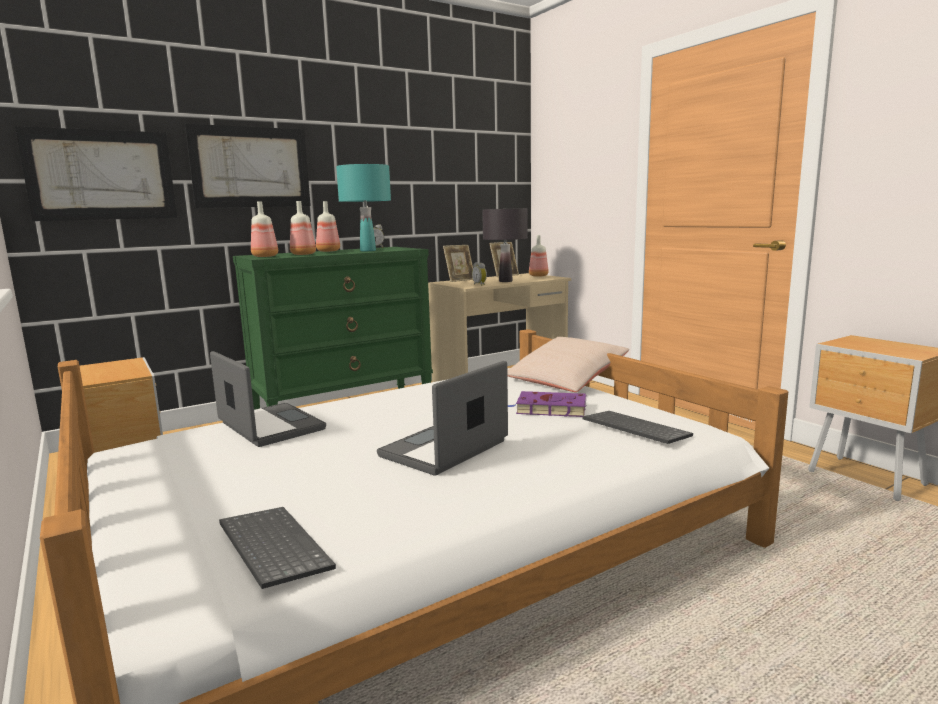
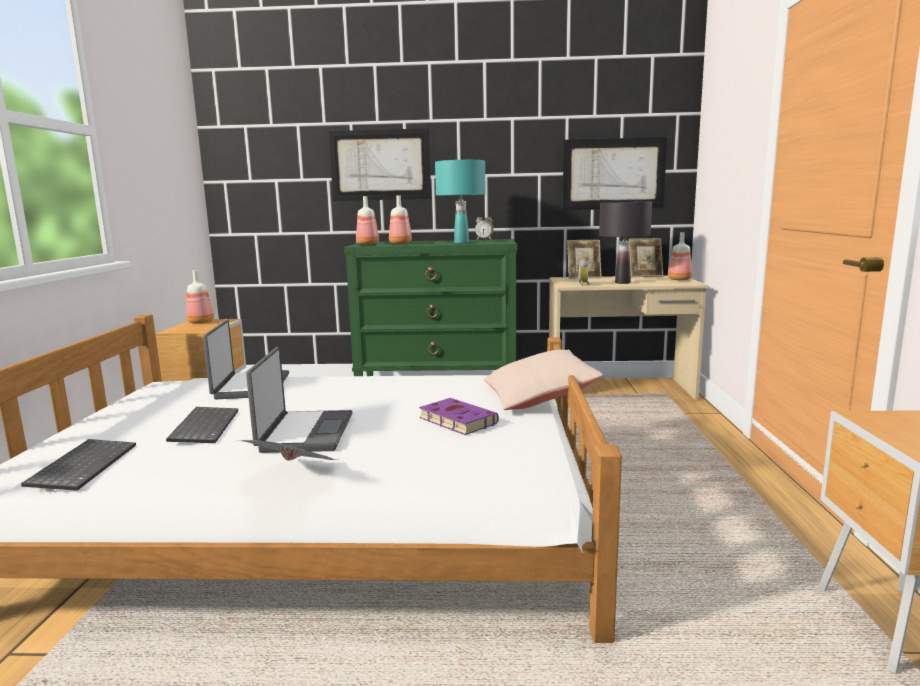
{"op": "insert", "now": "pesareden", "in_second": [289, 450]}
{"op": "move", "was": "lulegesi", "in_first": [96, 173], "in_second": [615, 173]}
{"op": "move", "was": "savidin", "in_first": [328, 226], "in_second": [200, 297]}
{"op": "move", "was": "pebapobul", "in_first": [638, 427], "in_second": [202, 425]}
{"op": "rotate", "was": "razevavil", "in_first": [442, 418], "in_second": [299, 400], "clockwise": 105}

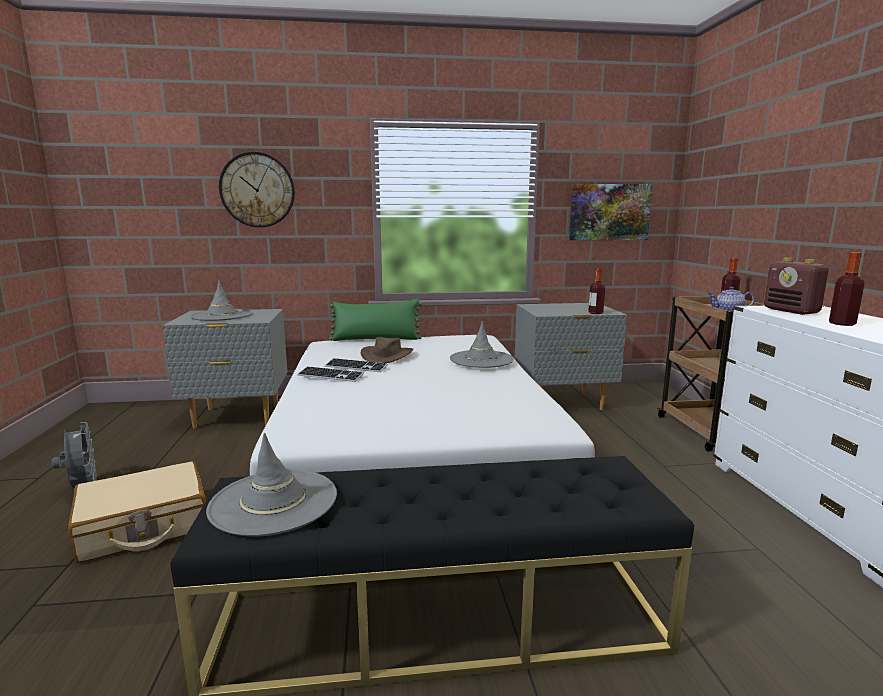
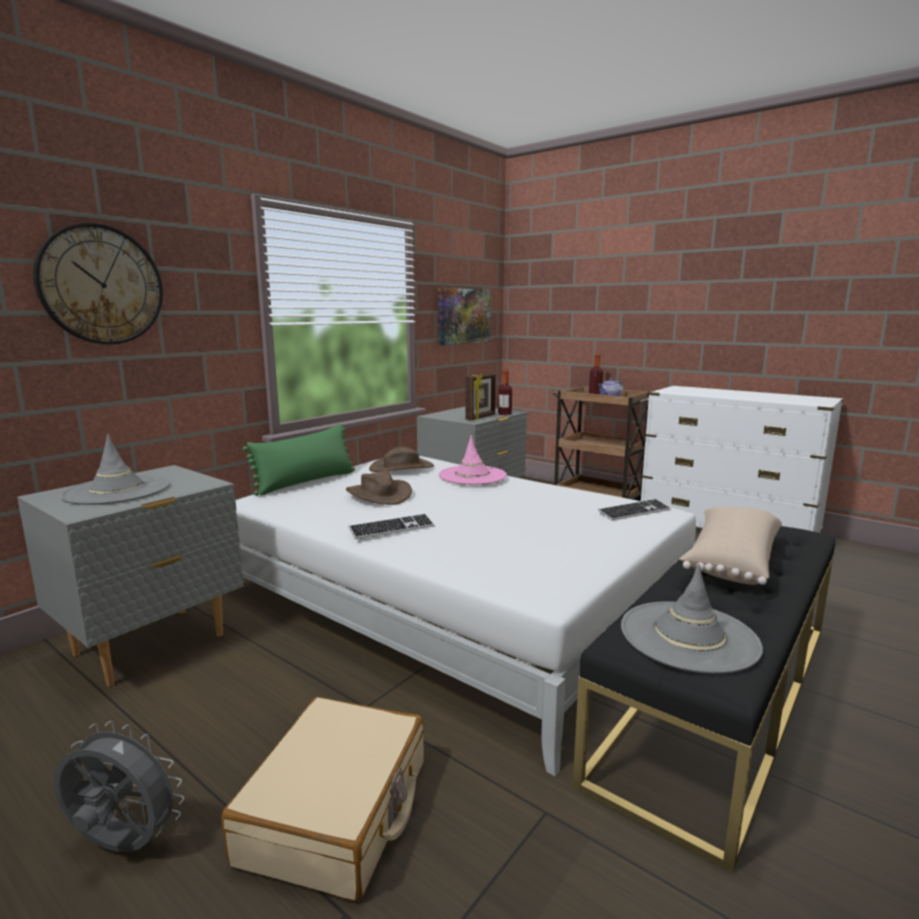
{"op": "delete", "was": "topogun", "in_first": [796, 286]}
{"op": "delete", "was": "savidin", "in_first": [846, 289]}
{"op": "insert", "now": "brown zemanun", "in_second": [401, 459]}
{"op": "insert", "now": "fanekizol", "in_second": [480, 396]}
{"op": "insert", "now": "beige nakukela", "in_second": [730, 546]}
{"op": "move", "was": "pebapobul", "in_first": [356, 365], "in_second": [634, 510]}
{"op": "recolor", "was": "grey zemanun", "now": "pink zemanun", "in_first": [482, 344], "in_second": [473, 460]}

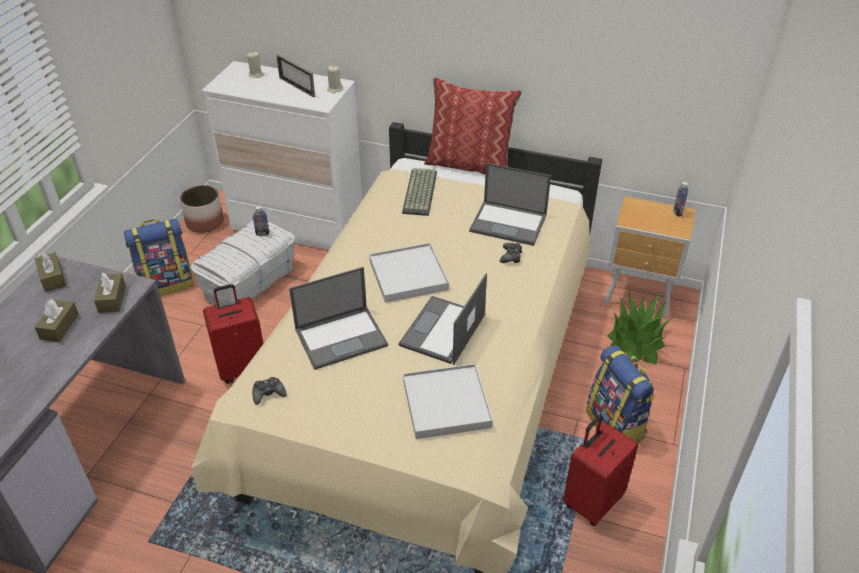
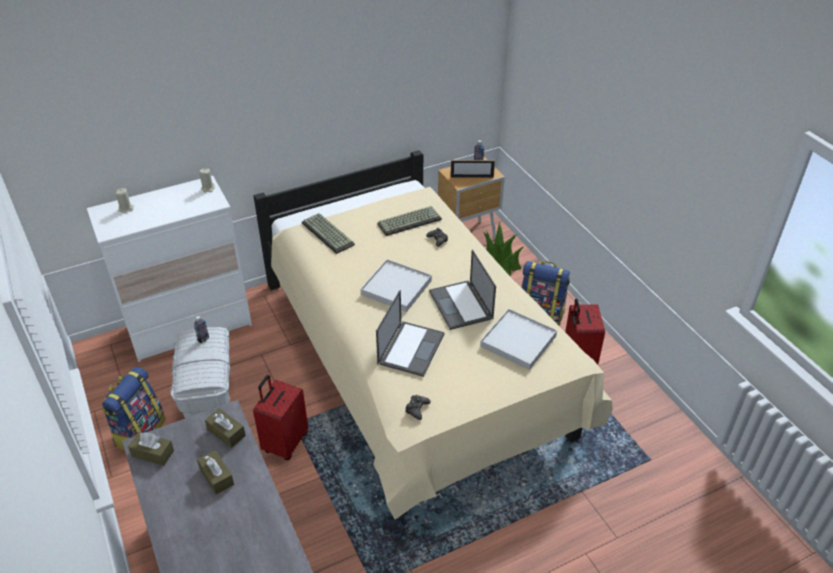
{"op": "delete", "was": "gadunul", "in_first": [202, 209]}
{"op": "delete", "was": "nakukela", "in_first": [473, 125]}
{"op": "move", "was": "fanekizol", "in_first": [295, 76], "in_second": [472, 169]}
{"op": "replace", "was": "razevavil", "now": "pebapobul", "in_first": [510, 204], "in_second": [409, 221]}

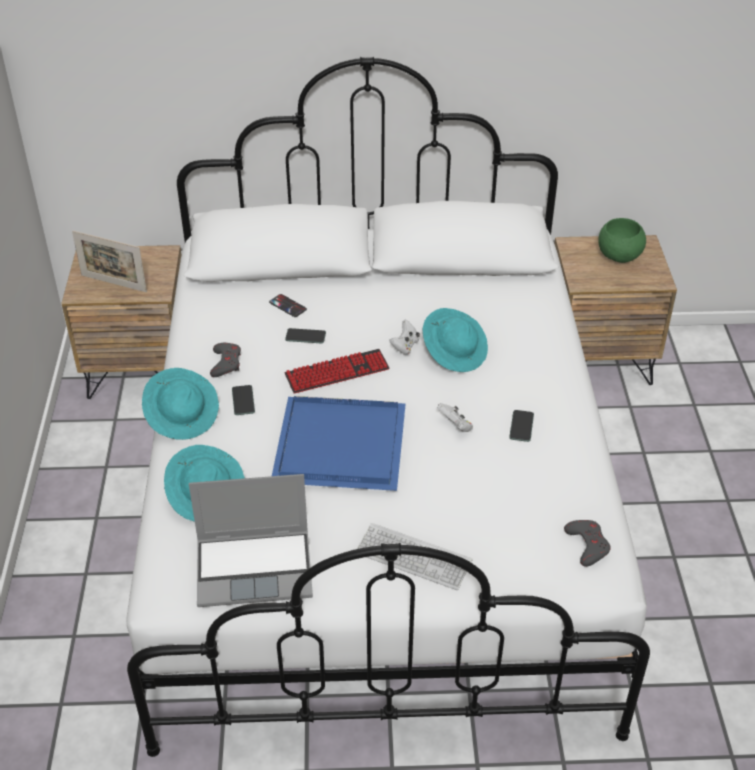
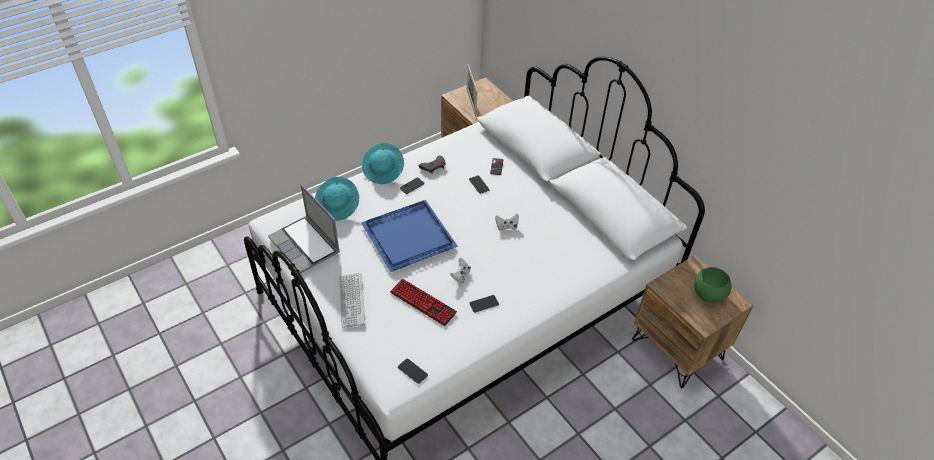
{"op": "delete", "was": "turquoise zemanun", "in_first": [455, 340]}
{"op": "move", "was": "pebapobul", "in_first": [337, 371], "in_second": [423, 302]}
{"op": "replace", "was": "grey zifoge", "now": "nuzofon", "in_first": [587, 543], "in_second": [413, 371]}

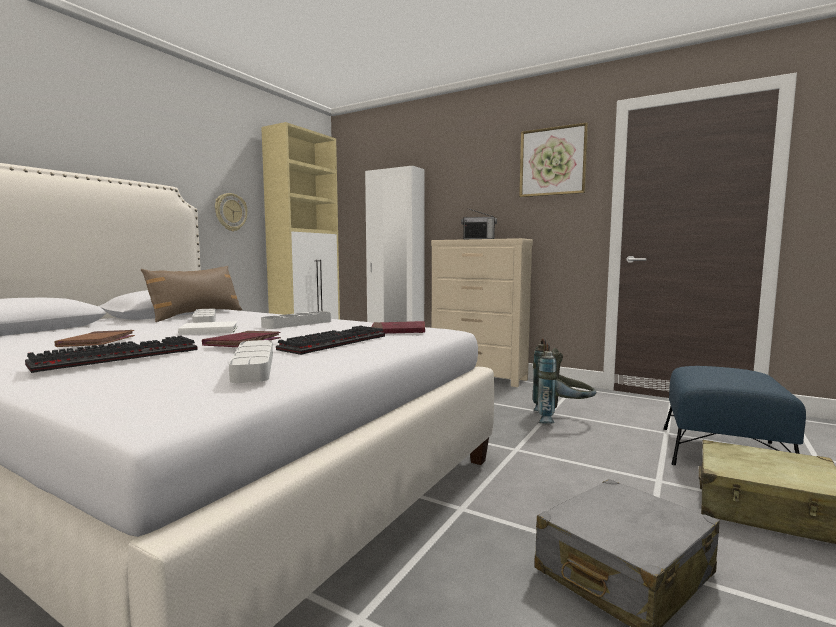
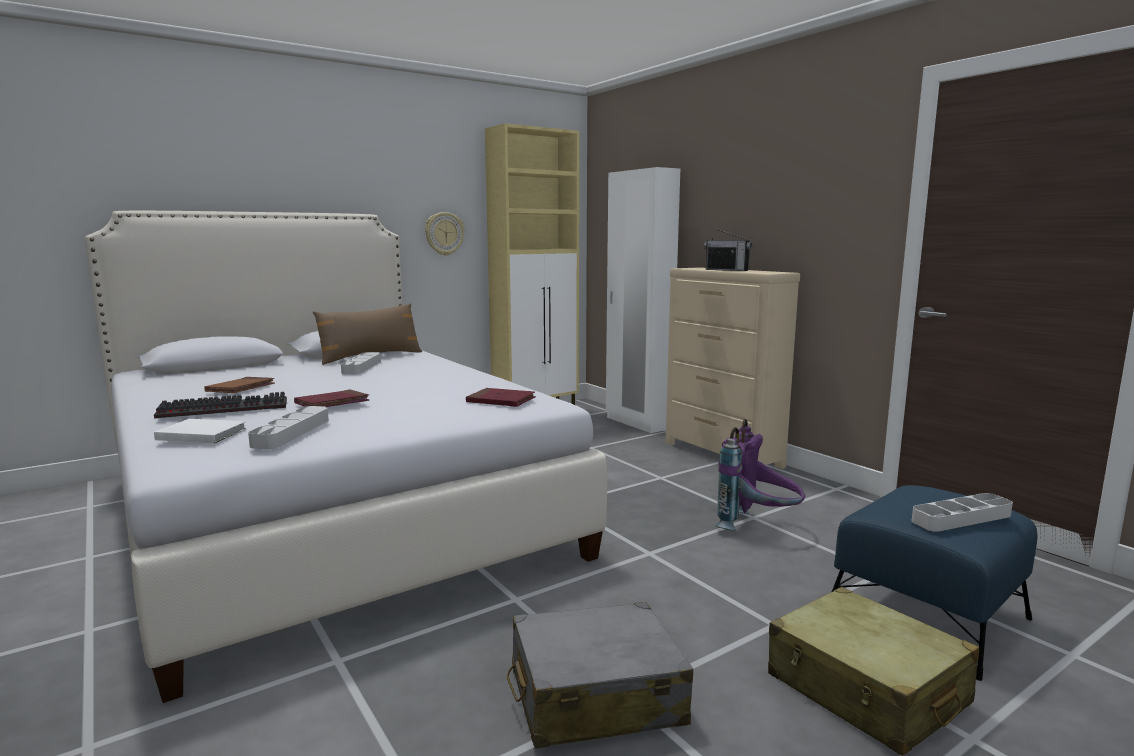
{"op": "delete", "was": "pebapobul", "in_first": [330, 340]}
{"op": "delete", "was": "lulegesi", "in_first": [553, 160]}
{"op": "move", "was": "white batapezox", "in_first": [207, 328], "in_second": [200, 431]}
{"op": "move", "was": "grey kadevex", "in_first": [296, 320], "in_second": [962, 512]}
{"op": "recolor", "was": "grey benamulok", "now": "purple benamulok", "in_first": [564, 381], "in_second": [760, 475]}

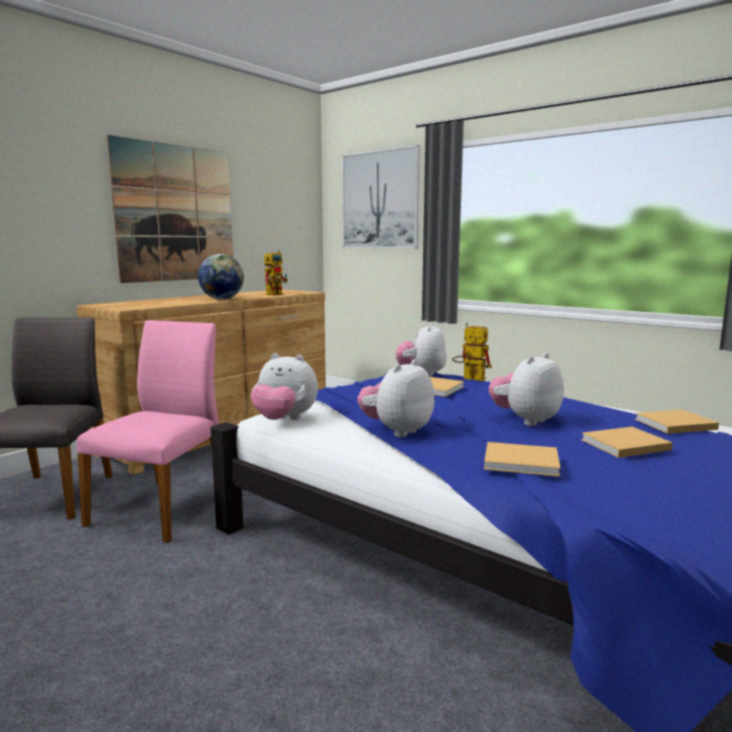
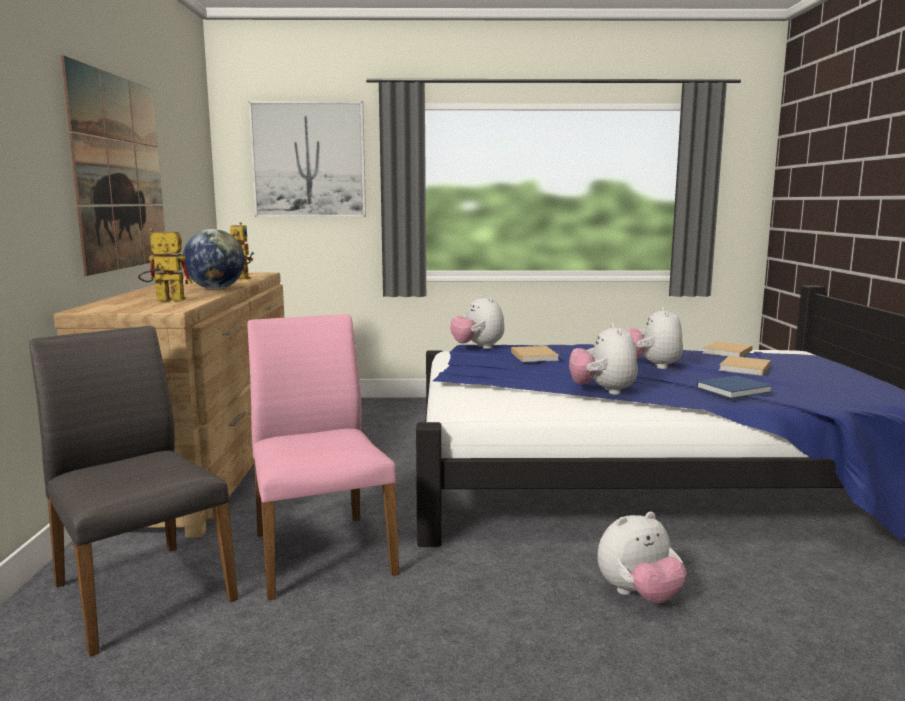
{"op": "move", "was": "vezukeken", "in_first": [284, 386], "in_second": [642, 557]}
{"op": "move", "was": "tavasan", "in_first": [472, 352], "in_second": [165, 264]}
{"op": "recolor", "was": "beige batapezox", "now": "blue batapezox", "in_first": [522, 459], "in_second": [734, 387]}

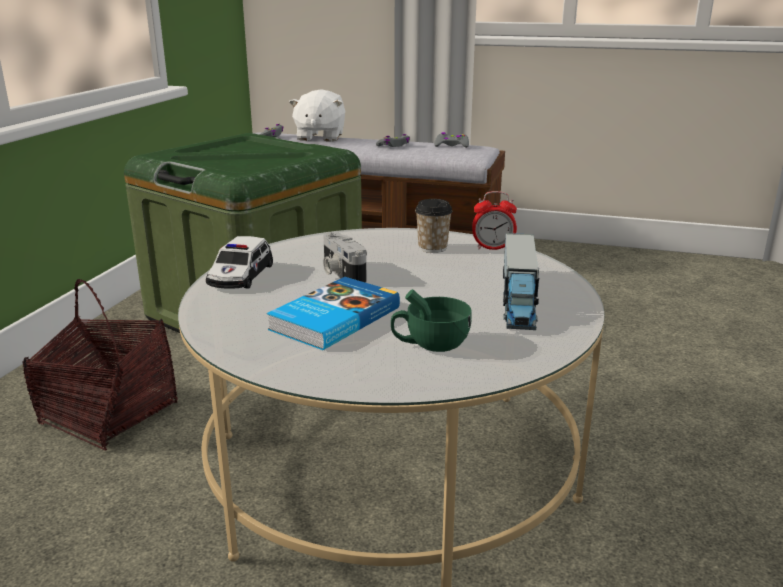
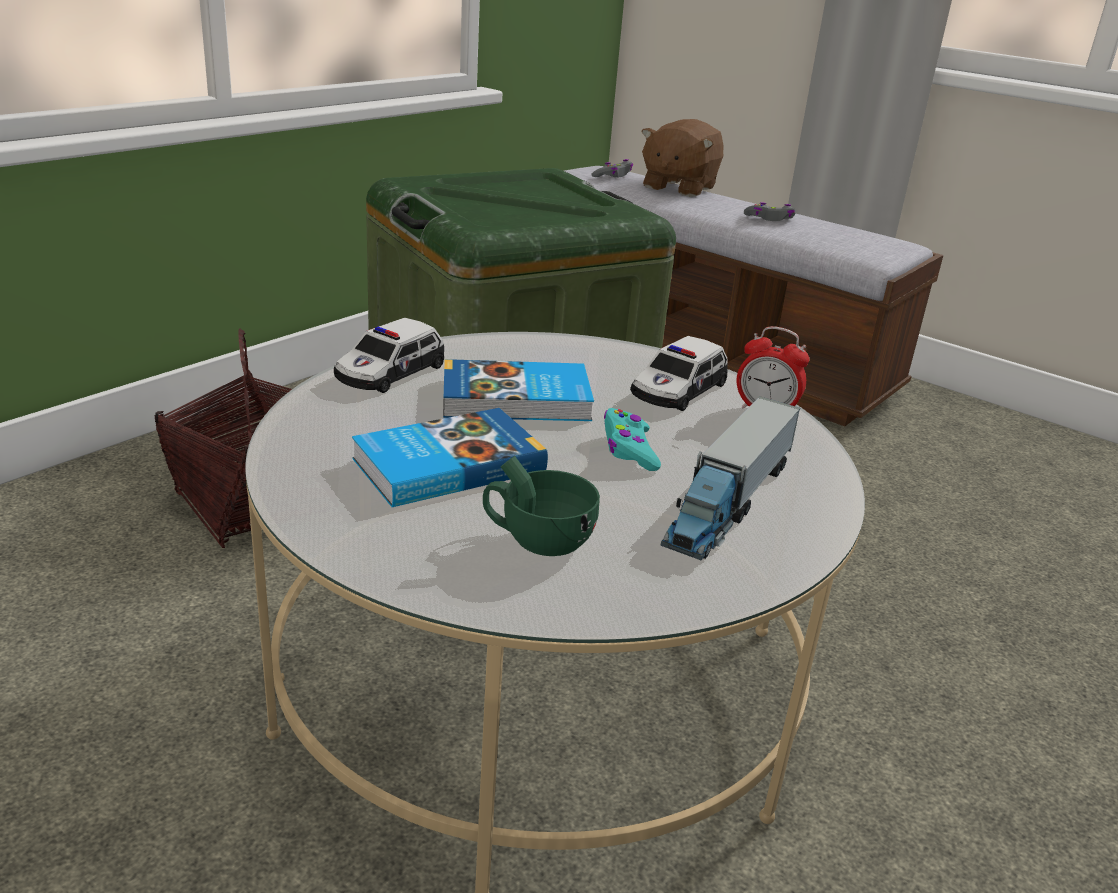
{"op": "delete", "was": "grey zifoge", "in_first": [451, 140]}
{"op": "insert", "now": "turquoise zifoge", "in_second": [632, 439]}
{"op": "replace", "was": "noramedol", "now": "batapezox", "in_first": [345, 257], "in_second": [518, 390]}
{"op": "replace", "was": "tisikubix", "now": "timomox", "in_first": [434, 226], "in_second": [679, 373]}
{"op": "recolor", "was": "white vezukeken", "now": "brown vezukeken", "in_first": [317, 115], "in_second": [682, 158]}

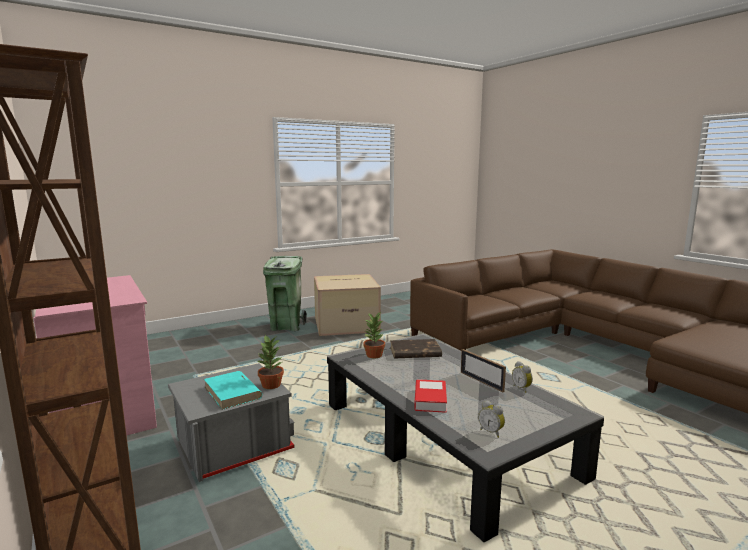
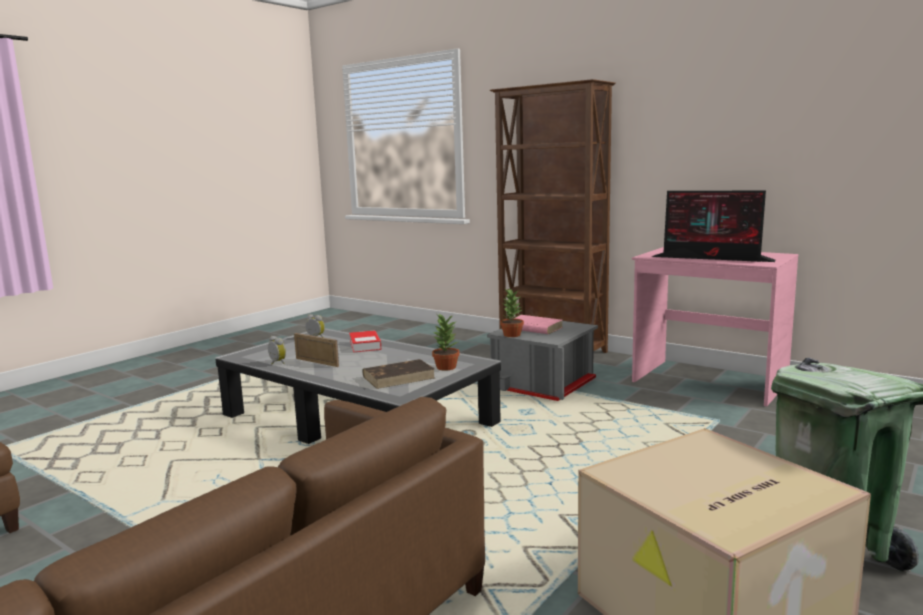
{"op": "insert", "now": "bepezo", "in_second": [714, 226]}
{"op": "recolor", "was": "turquoise batapezox", "now": "pink batapezox", "in_first": [233, 390], "in_second": [537, 324]}

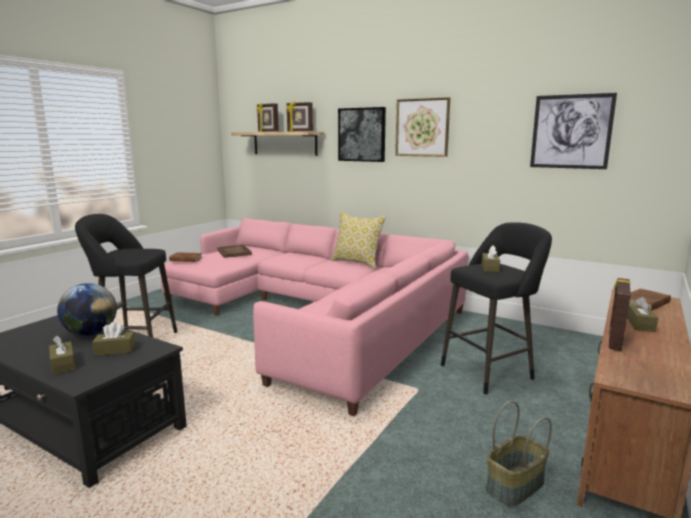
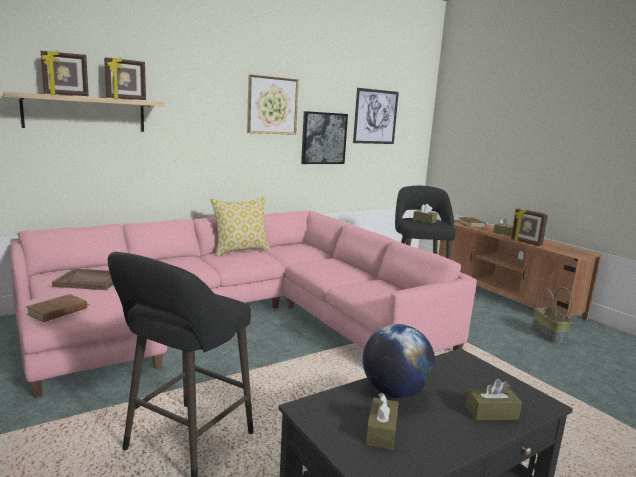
{"op": "move", "was": "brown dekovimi", "in_first": [113, 339], "in_second": [382, 421]}
{"op": "move", "was": "lulegesi", "in_first": [362, 134], "in_second": [324, 137]}

